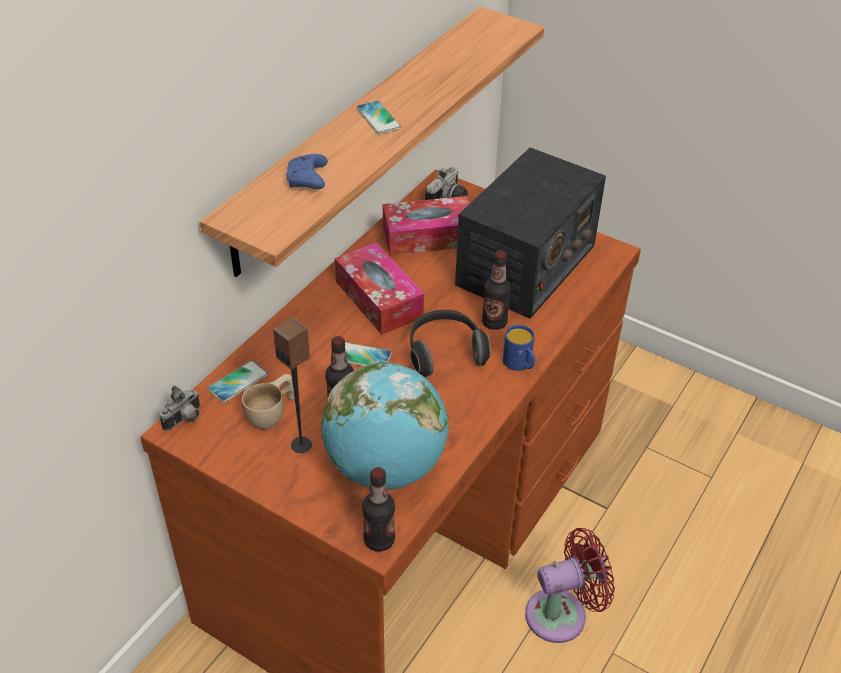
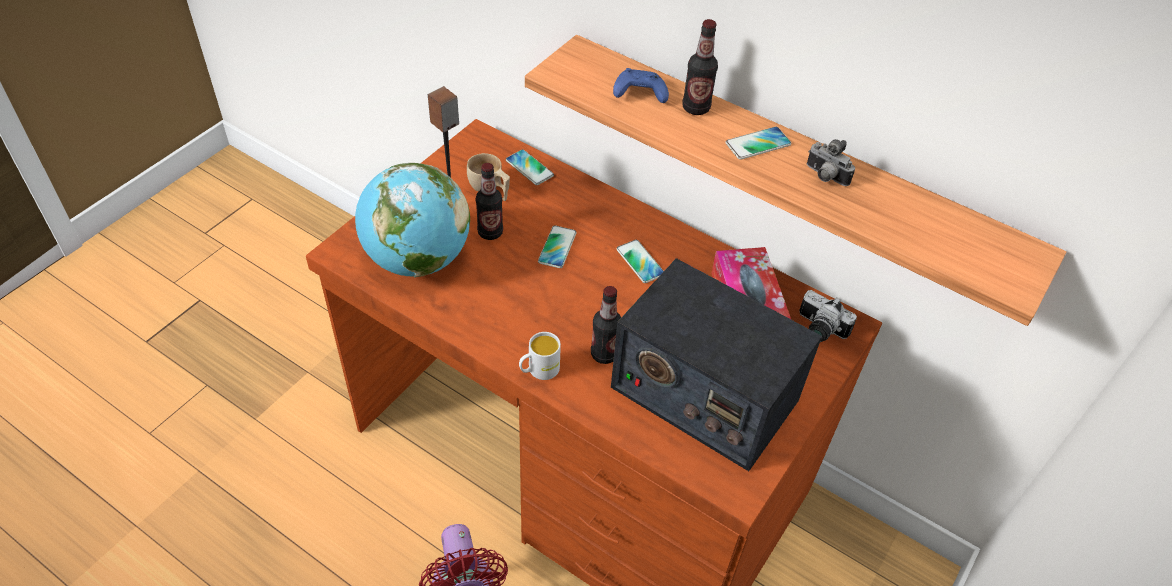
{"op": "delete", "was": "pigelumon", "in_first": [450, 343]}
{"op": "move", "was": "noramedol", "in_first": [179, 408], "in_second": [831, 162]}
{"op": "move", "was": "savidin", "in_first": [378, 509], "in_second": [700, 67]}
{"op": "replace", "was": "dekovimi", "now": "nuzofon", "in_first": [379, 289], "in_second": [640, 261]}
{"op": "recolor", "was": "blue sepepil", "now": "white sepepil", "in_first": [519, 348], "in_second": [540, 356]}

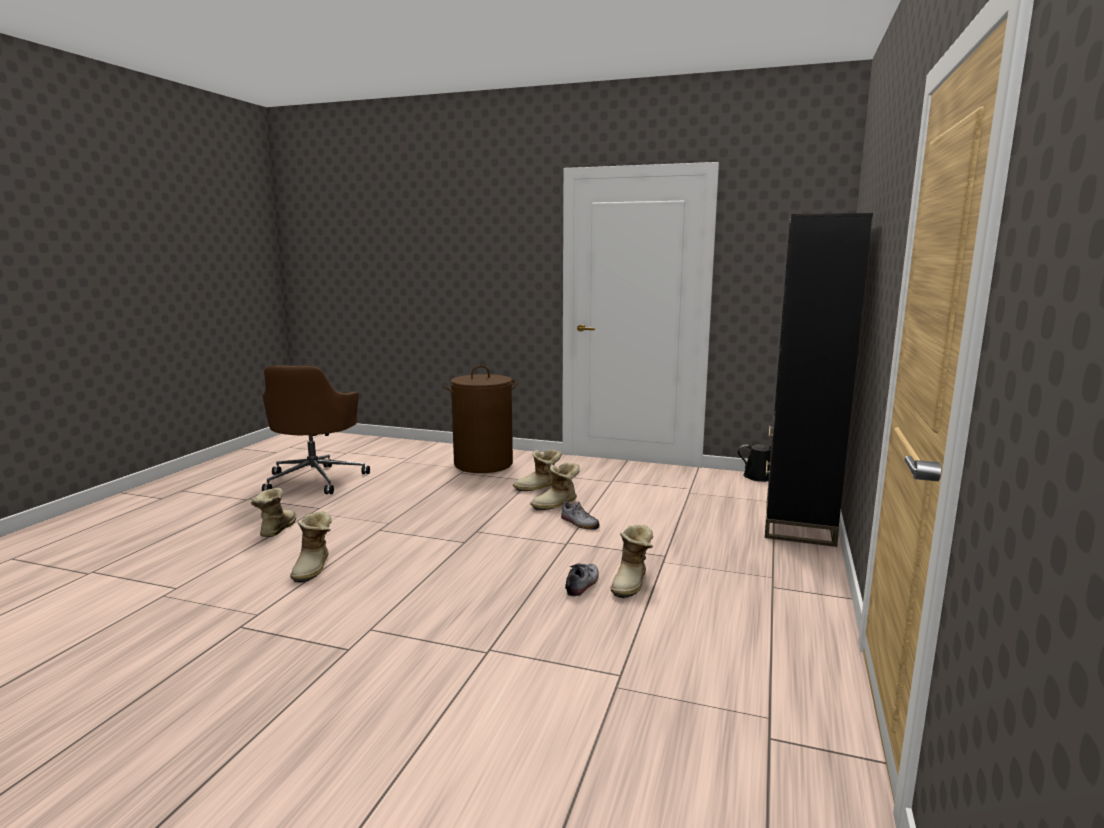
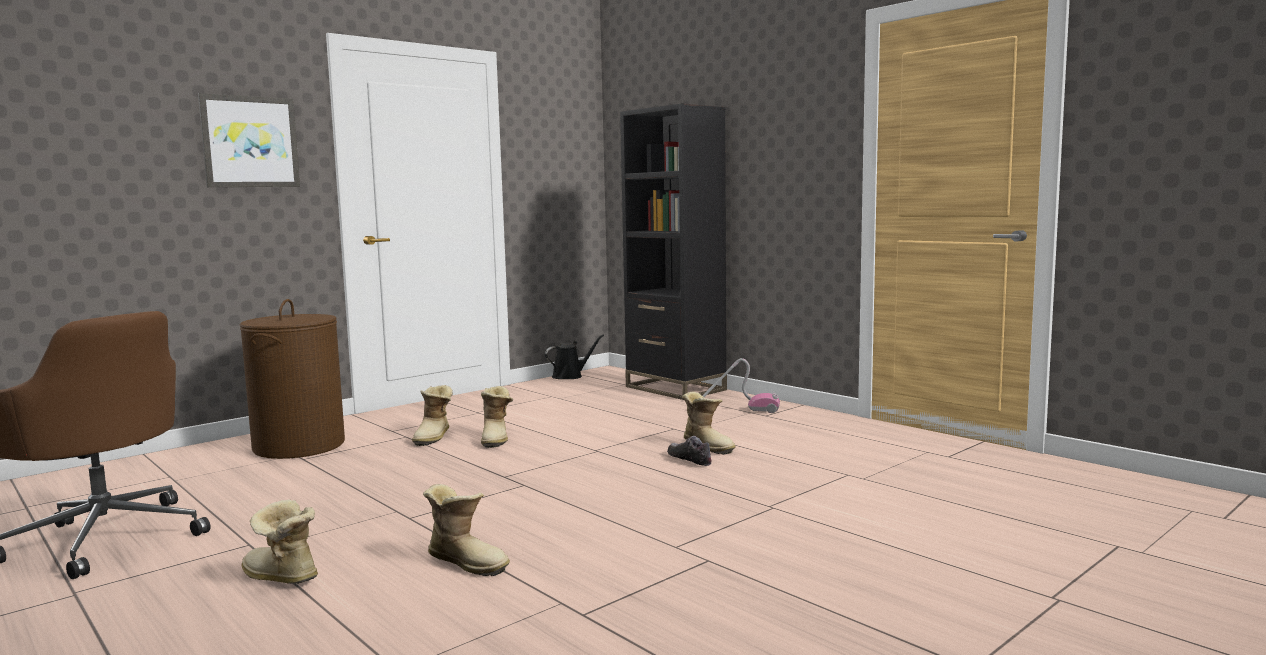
{"op": "delete", "was": "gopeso", "in_first": [580, 515]}
{"op": "insert", "now": "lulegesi", "in_second": [249, 140]}
{"op": "insert", "now": "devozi", "in_second": [741, 385]}

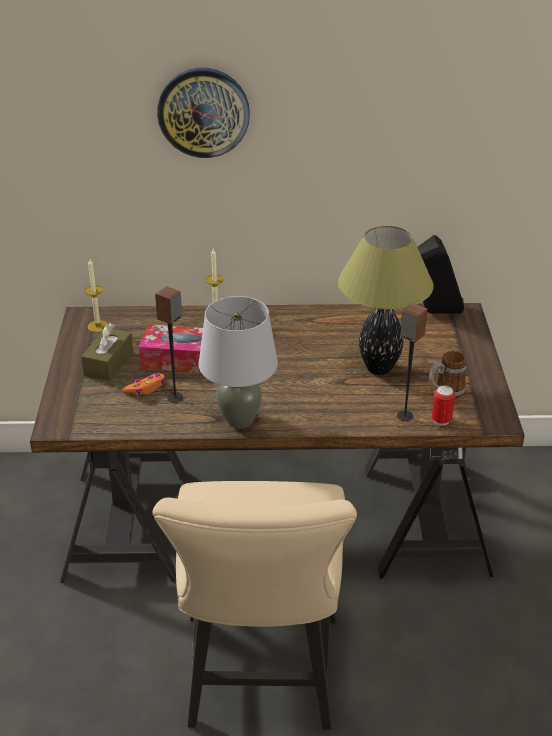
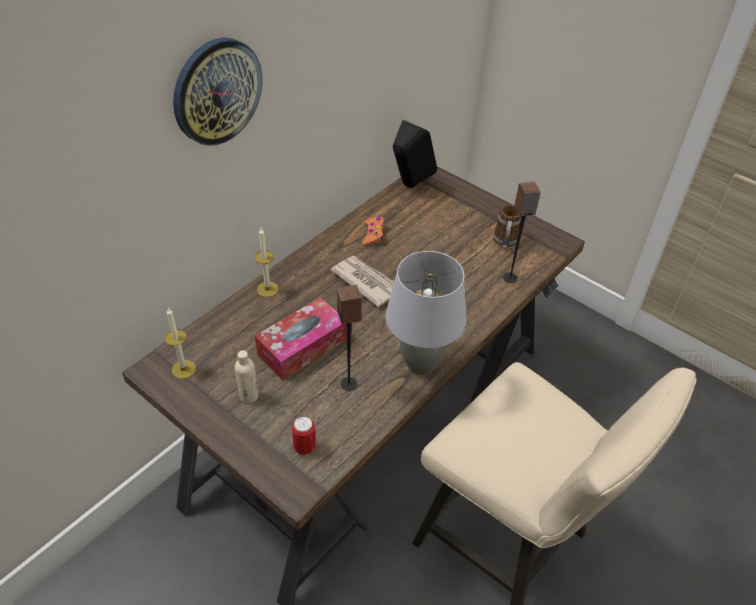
{"op": "delete", "was": "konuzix", "in_first": [386, 300]}
{"op": "insert", "now": "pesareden", "in_second": [362, 281]}
{"op": "move", "was": "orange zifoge", "in_first": [144, 384], "in_second": [373, 231]}
{"op": "move", "was": "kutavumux", "in_first": [443, 405], "in_second": [304, 435]}
{"op": "replace", "was": "brown dekovimi", "now": "beige savidin", "in_first": [107, 352], "in_second": [247, 377]}

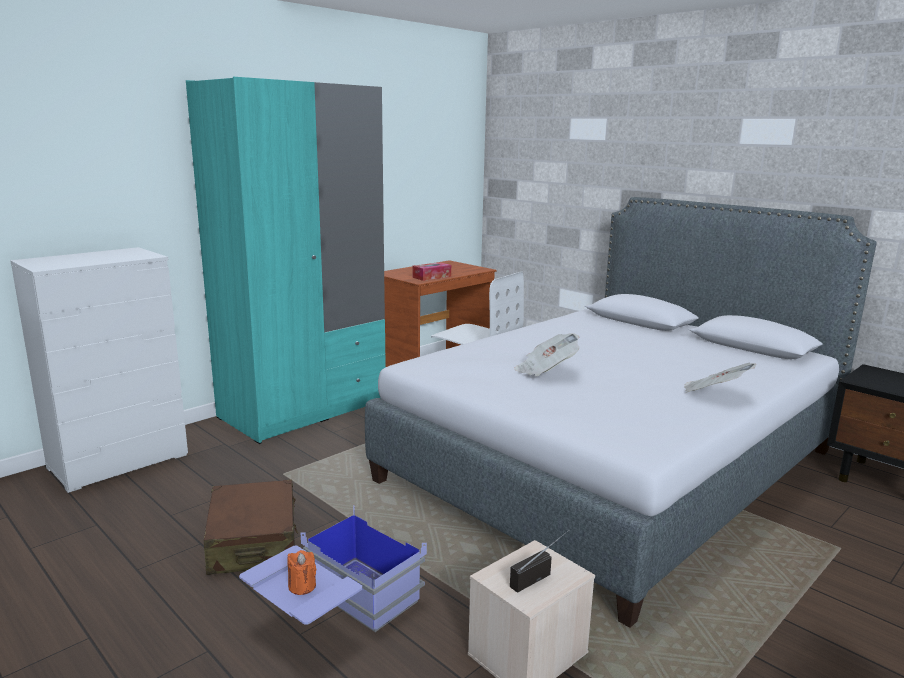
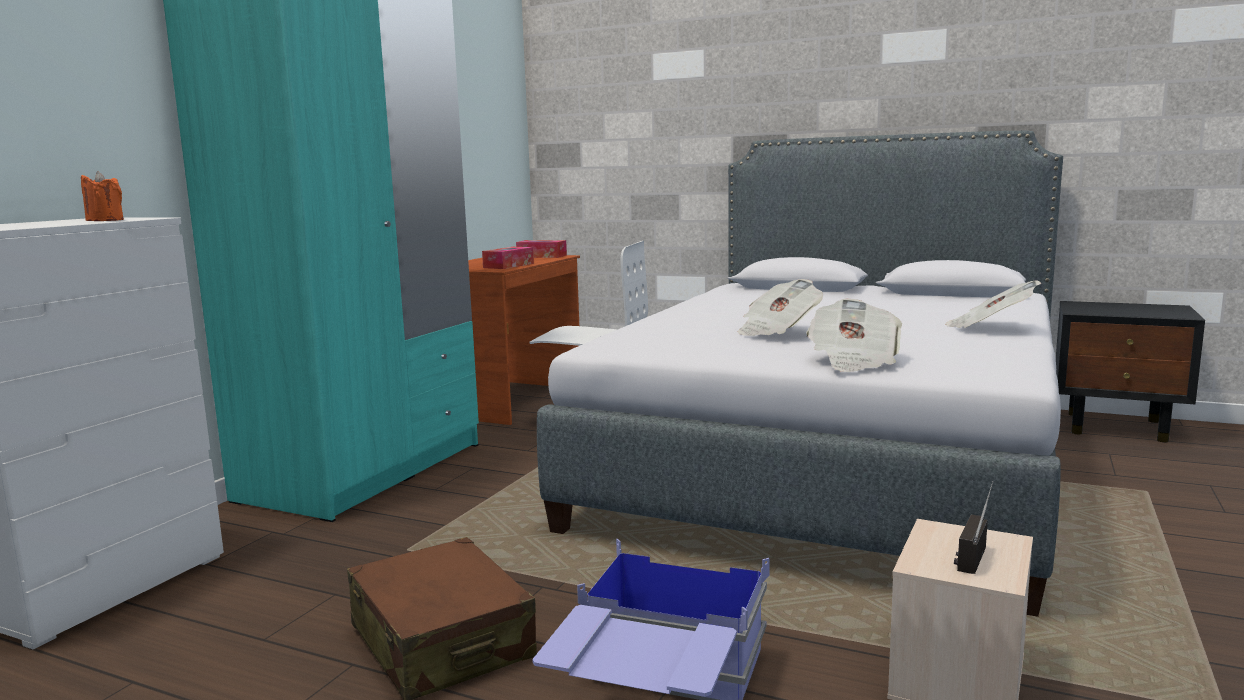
{"op": "insert", "now": "dekovimi", "in_second": [541, 249]}
{"op": "insert", "now": "pesareden", "in_second": [854, 335]}
{"op": "move", "was": "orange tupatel", "in_first": [301, 572], "in_second": [102, 196]}

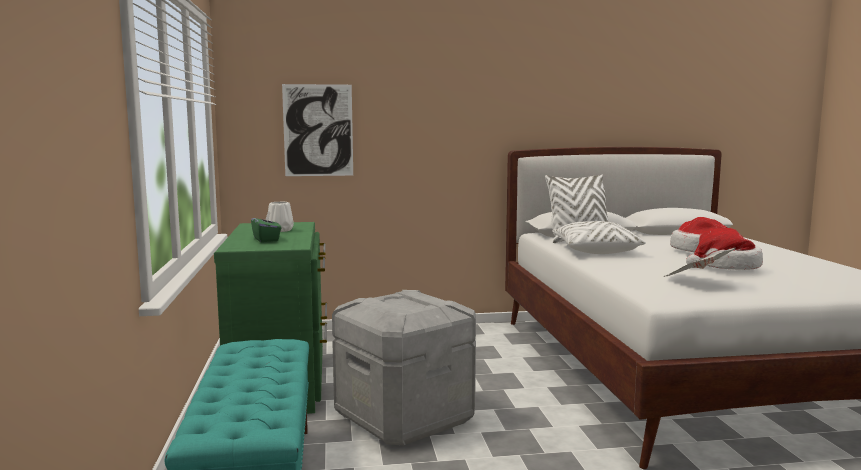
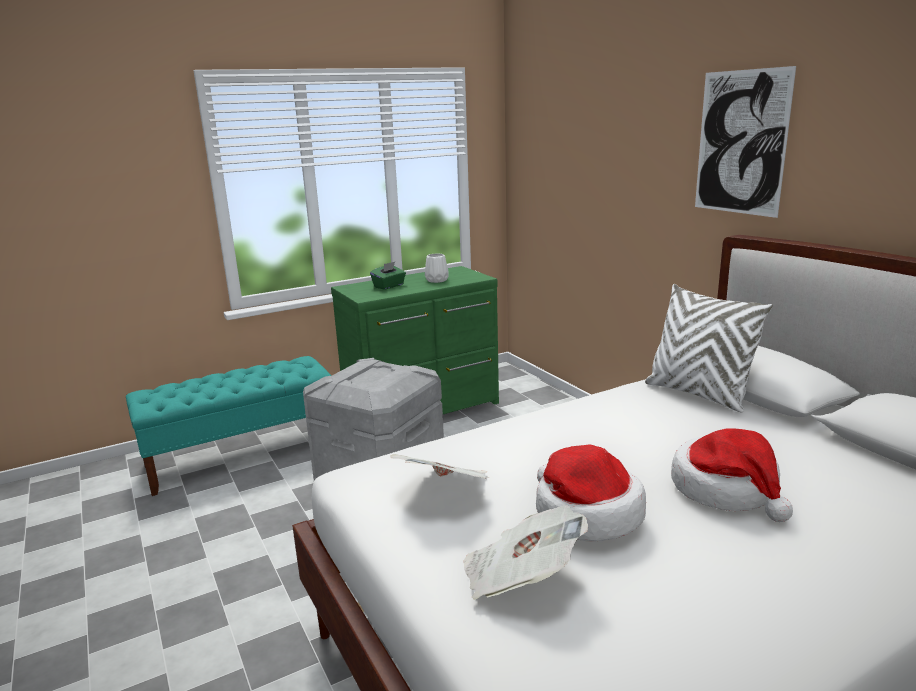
{"op": "delete", "was": "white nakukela", "in_first": [599, 237]}
{"op": "insert", "now": "pesareden", "in_second": [525, 552]}
{"op": "move", "was": "lulegesi", "in_first": [317, 130], "in_second": [745, 142]}

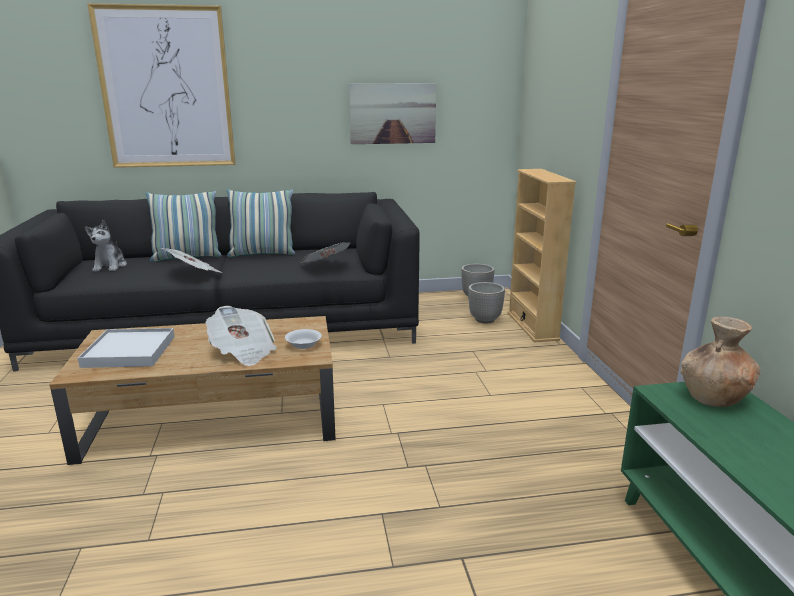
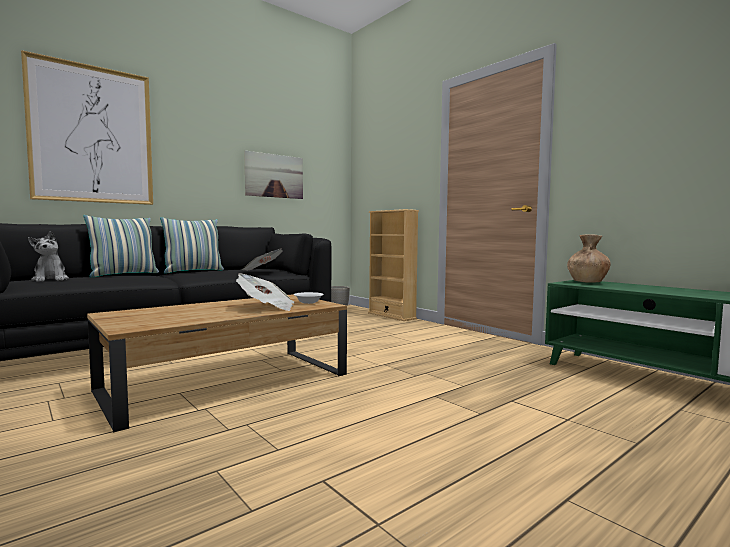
{"op": "delete", "was": "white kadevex", "in_first": [126, 348]}
{"op": "delete", "was": "pesareden", "in_first": [192, 260]}
{"op": "delete", "was": "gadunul", "in_first": [486, 303]}

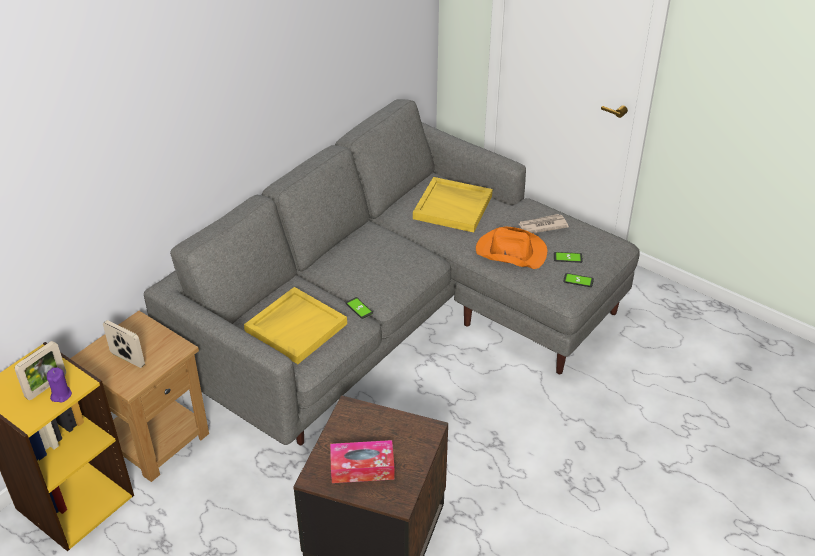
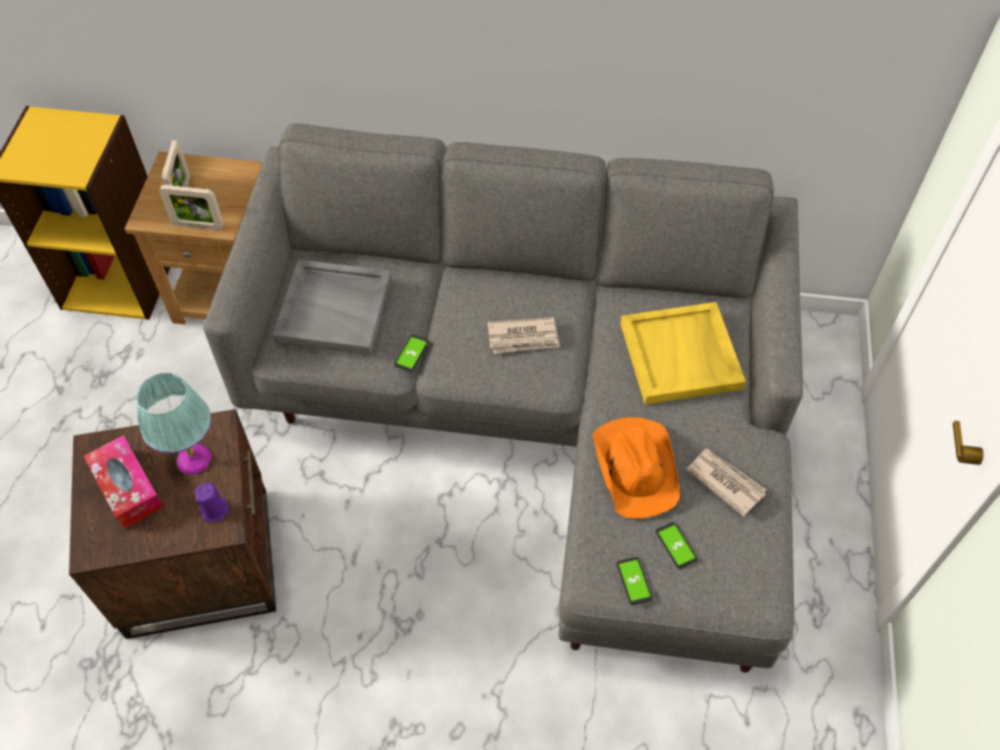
{"op": "insert", "now": "turquoise konuzix", "in_second": [173, 424]}
{"op": "insert", "now": "pesareden", "in_second": [523, 335]}
{"op": "move", "was": "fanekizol", "in_first": [40, 370], "in_second": [191, 208]}
{"op": "move", "was": "purple tupatel", "in_first": [59, 385], "in_second": [211, 502]}
{"op": "recolor", "was": "yellow kadevex", "now": "grey kadevex", "in_first": [295, 325], "in_second": [332, 307]}

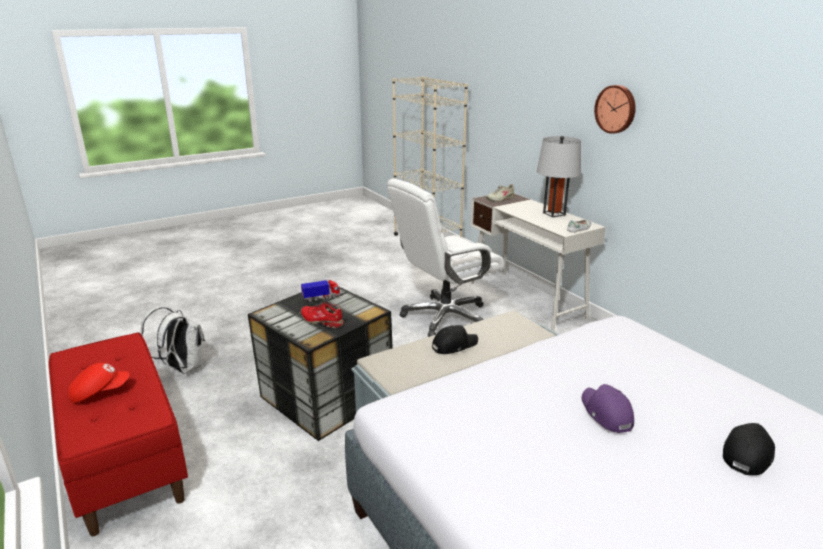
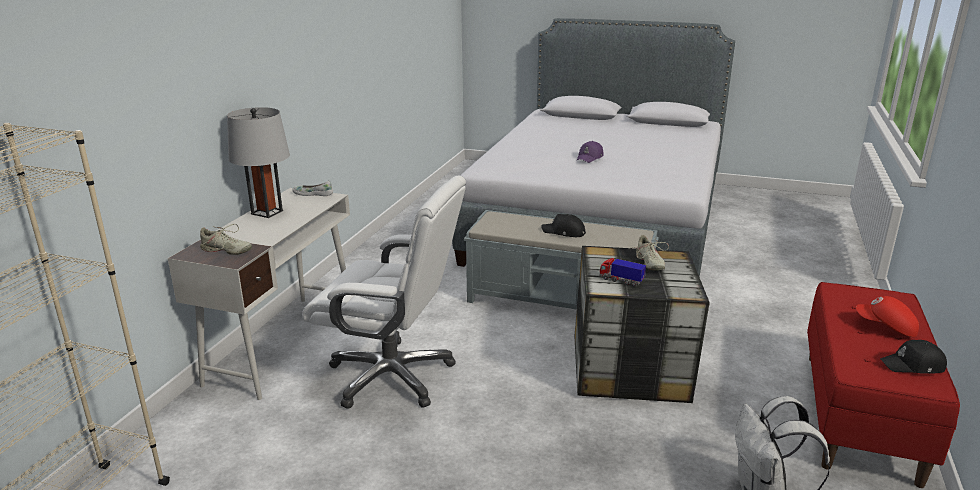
{"op": "delete", "was": "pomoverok", "in_first": [615, 109]}
{"op": "move", "was": "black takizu", "in_first": [749, 449], "in_second": [913, 357]}
{"op": "recolor", "was": "red gopeso", "now": "beige gopeso", "in_first": [322, 315], "in_second": [650, 253]}

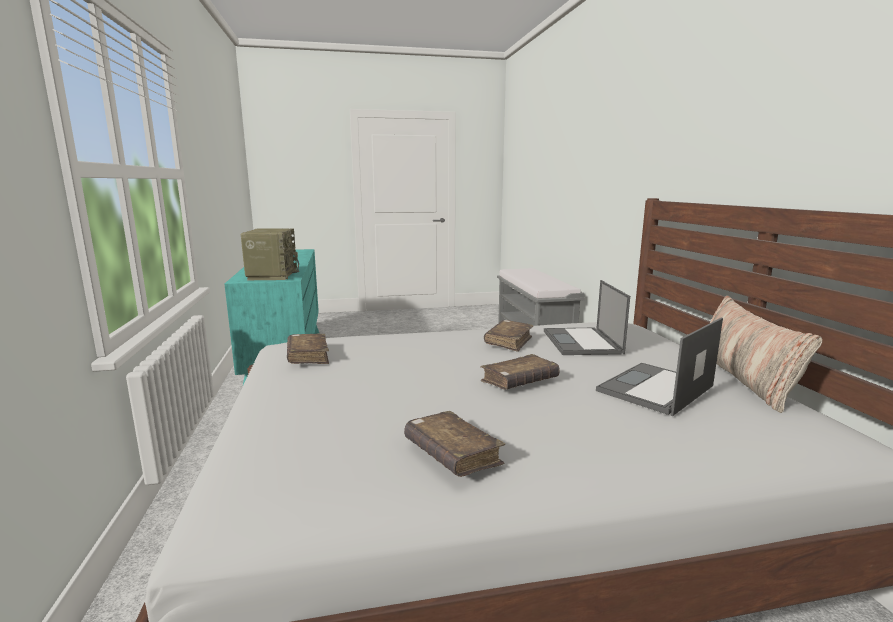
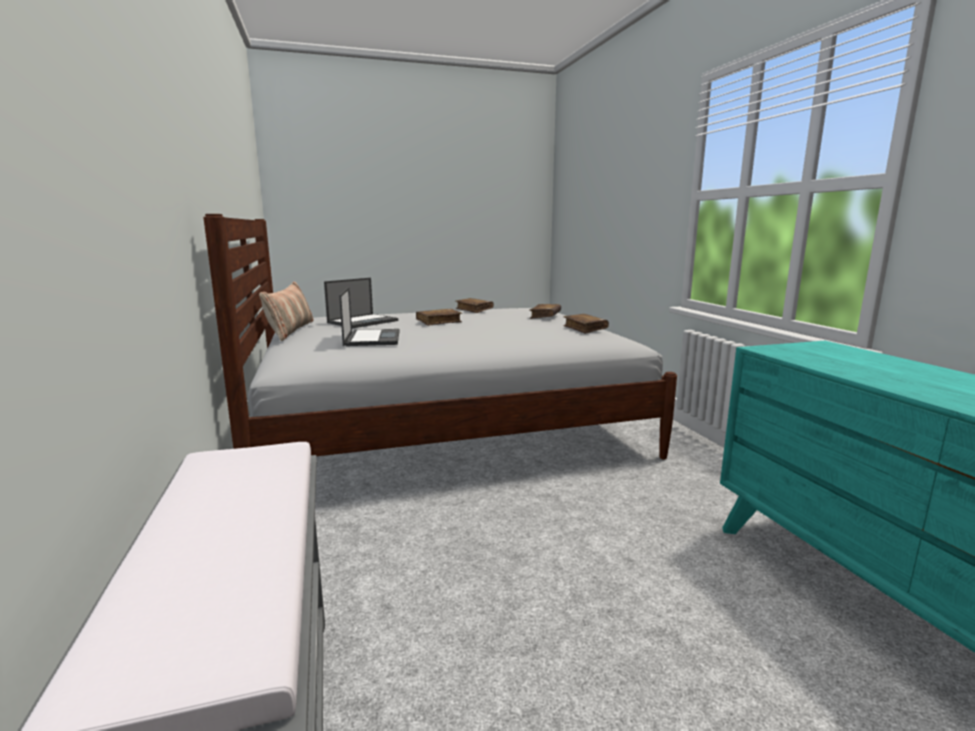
{"op": "delete", "was": "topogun", "in_first": [270, 254]}
{"op": "move", "was": "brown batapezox", "in_first": [508, 336], "in_second": [545, 311]}

